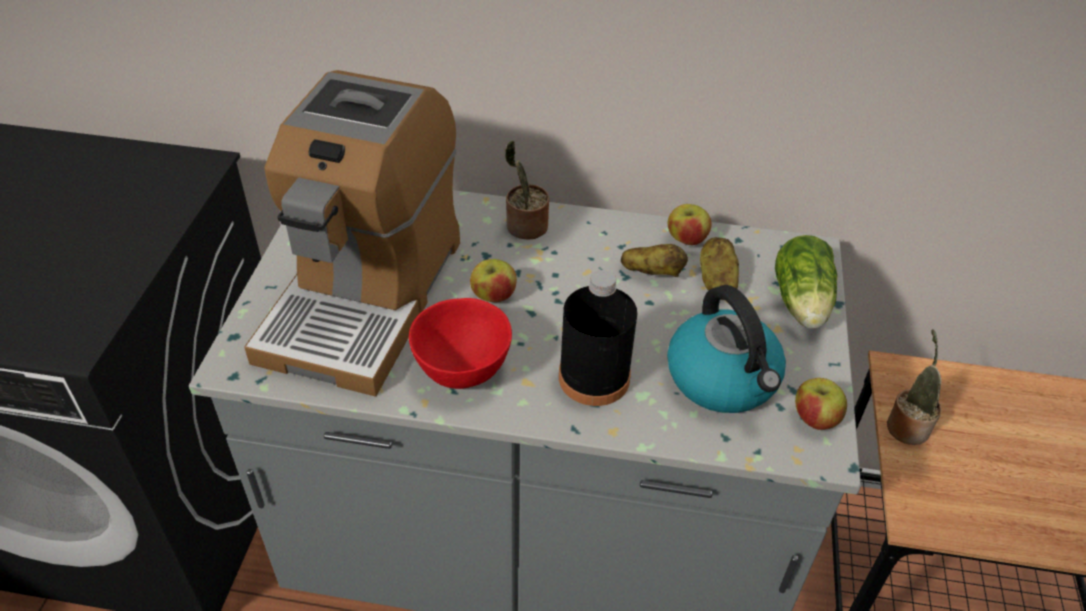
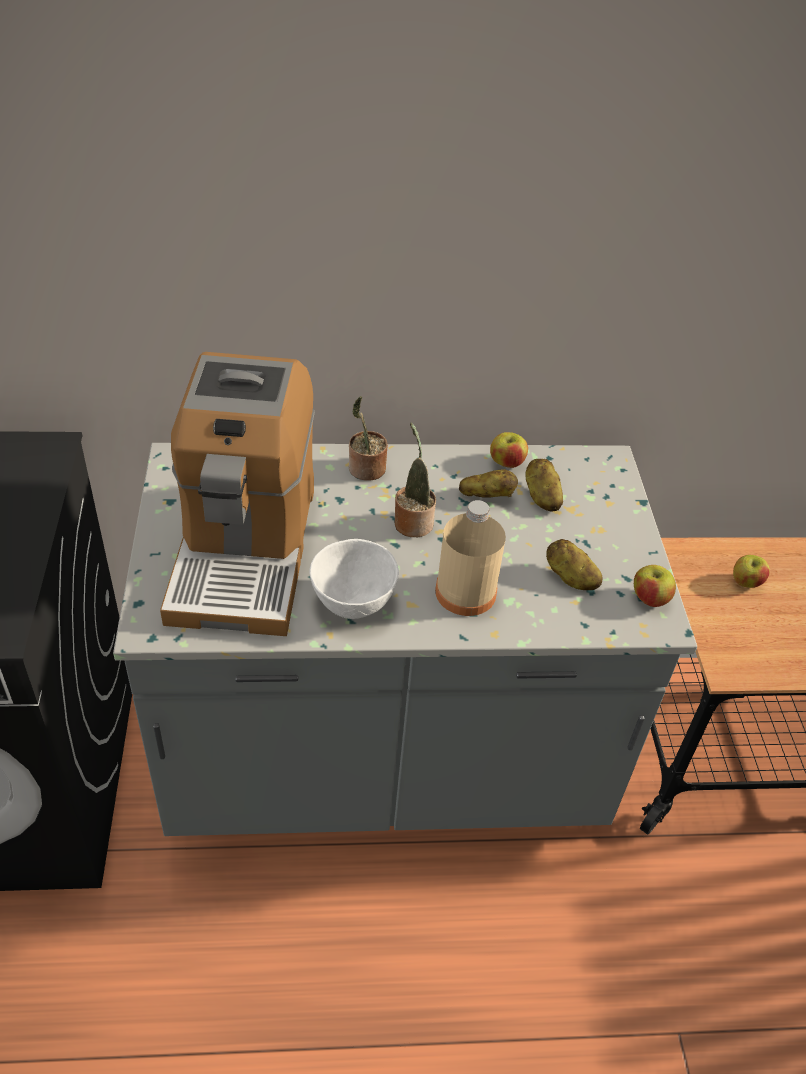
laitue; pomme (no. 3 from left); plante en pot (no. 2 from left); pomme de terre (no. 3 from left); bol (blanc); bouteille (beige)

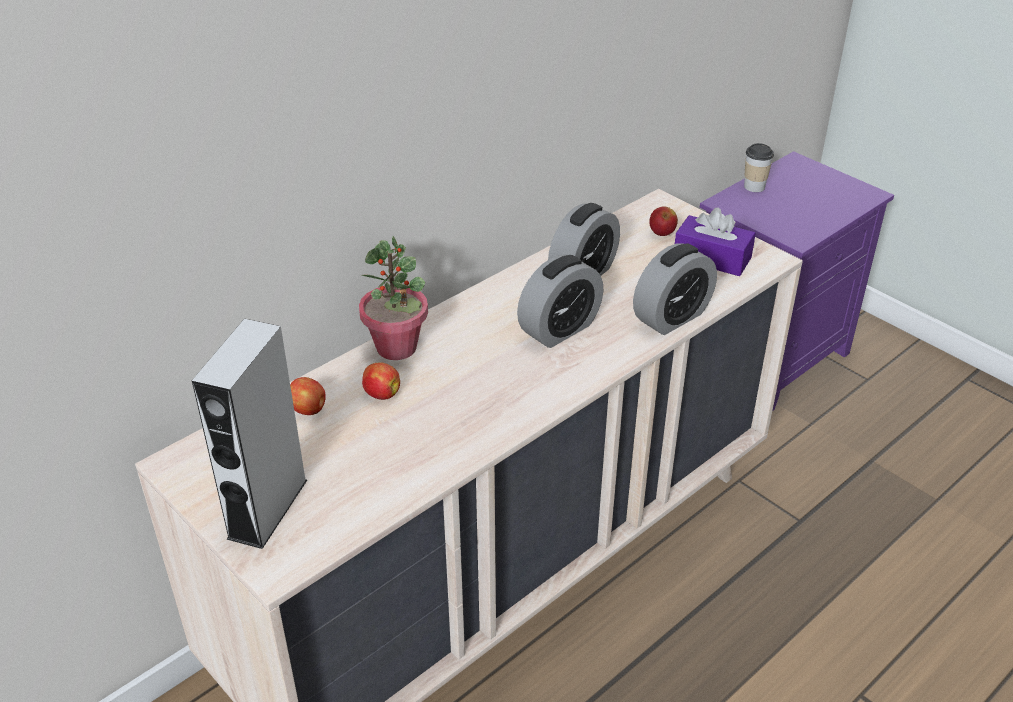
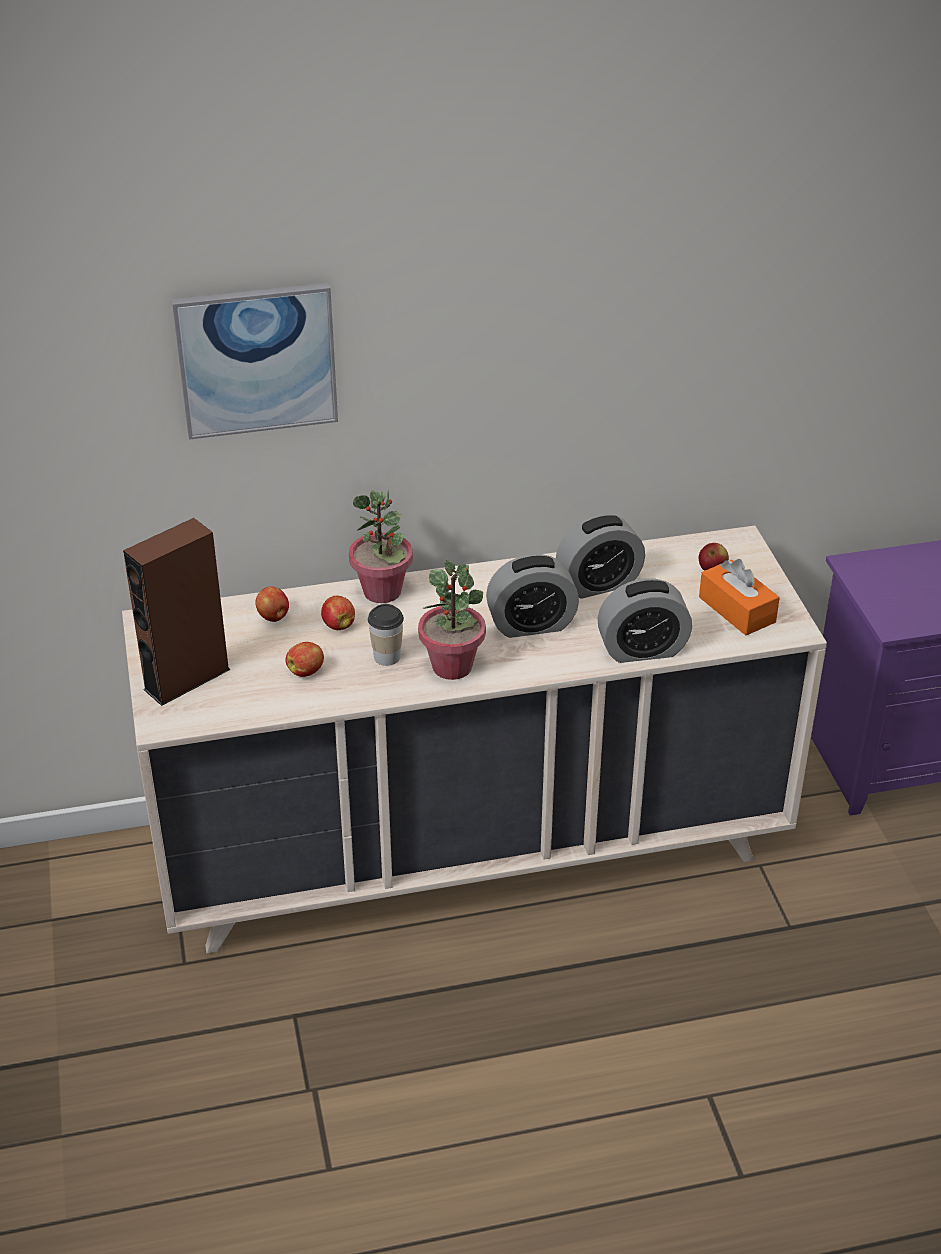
tableau; pomme (no. 2 from left); plante en pot (no. 2 from left); tasse; enceinte (marron); boîte à mouchoirs (orange)

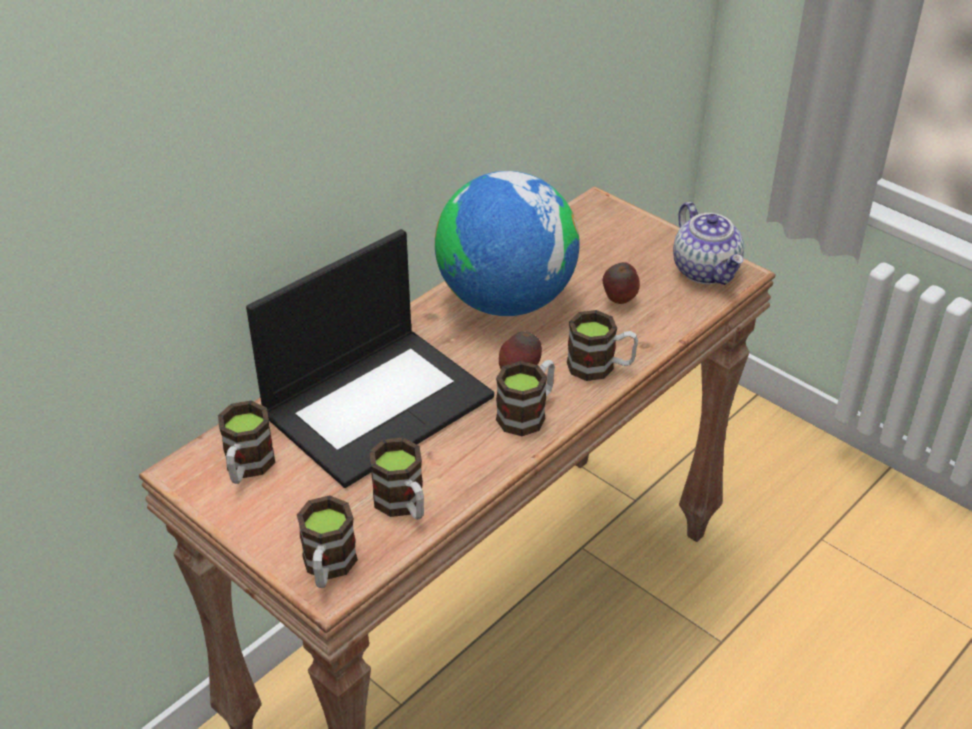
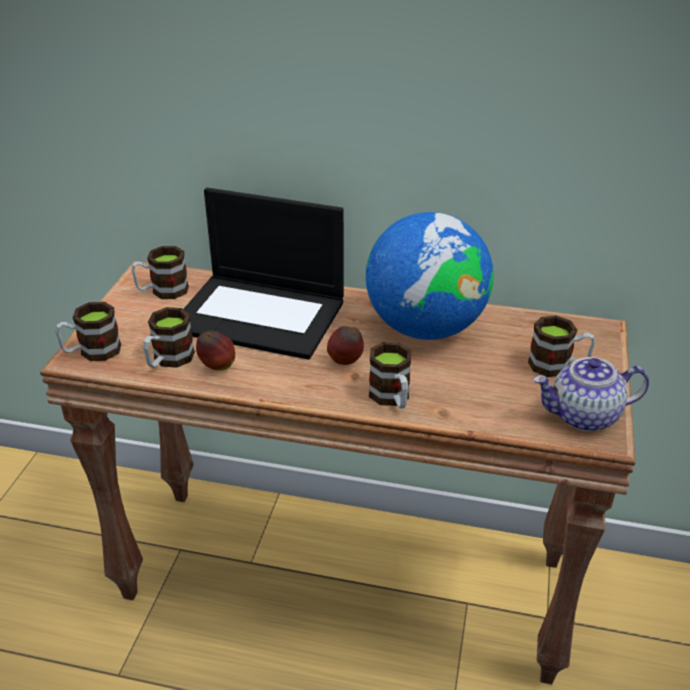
mug (no. 5 from left); pomme (no. 1 from left); théière

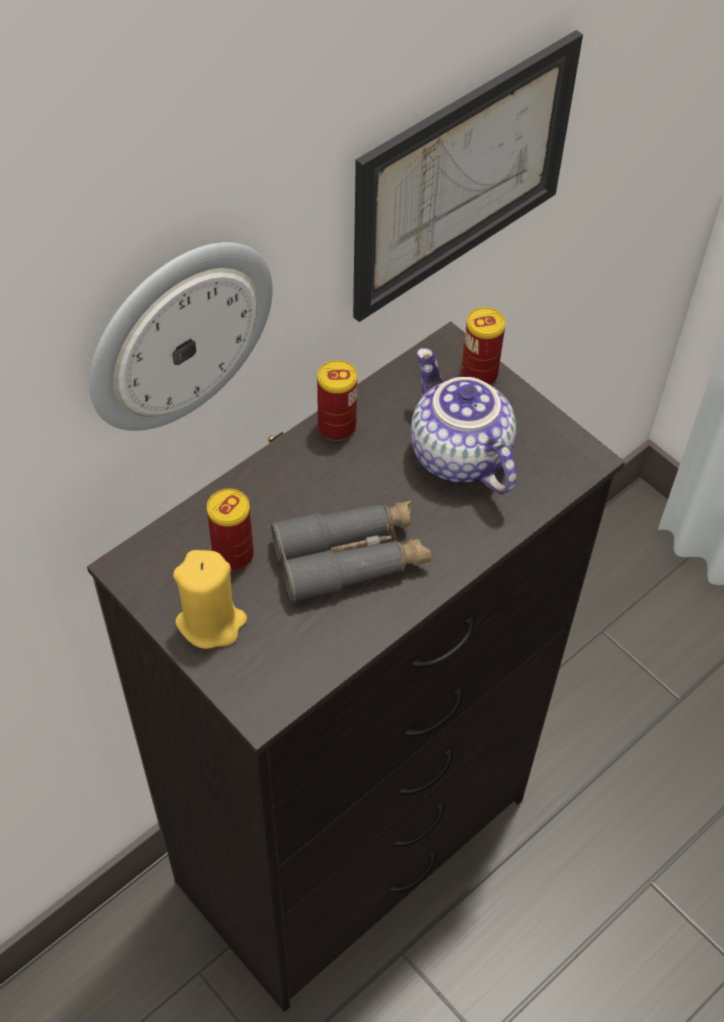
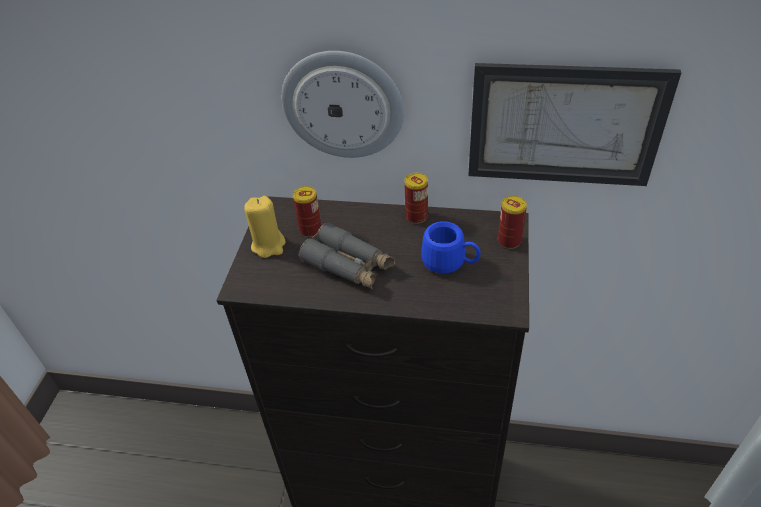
mug (bleu)

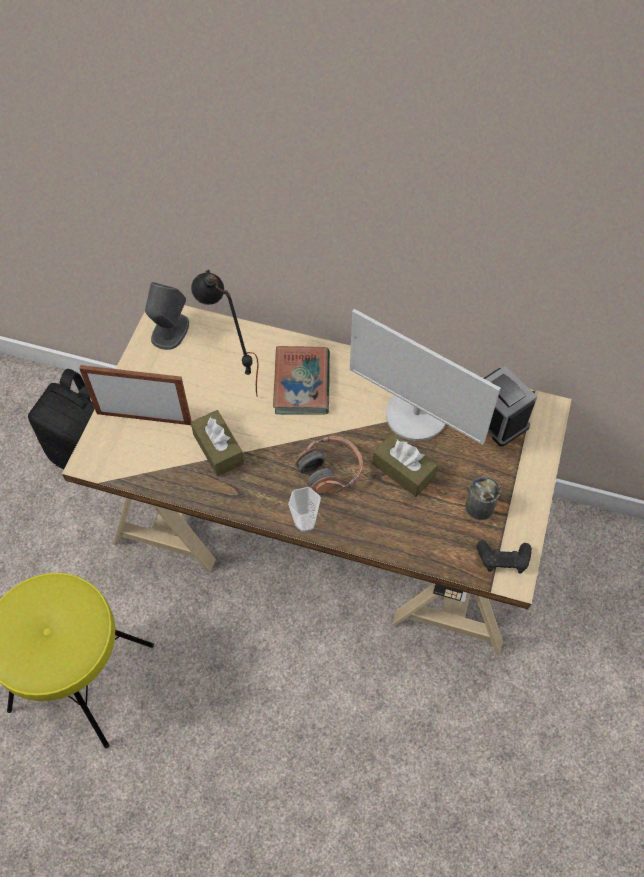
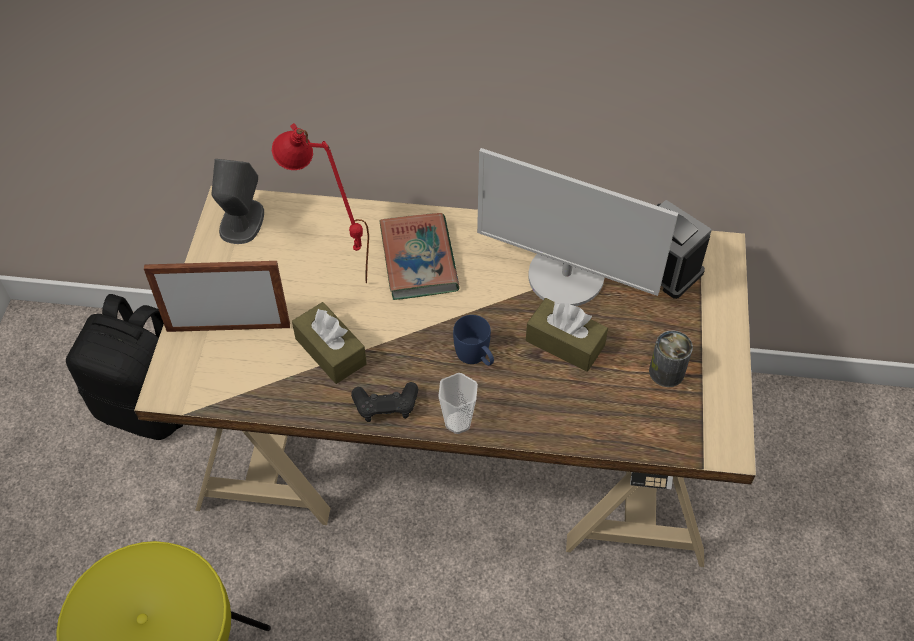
manette (noir); mug (bleu); lampe de table (rouge)

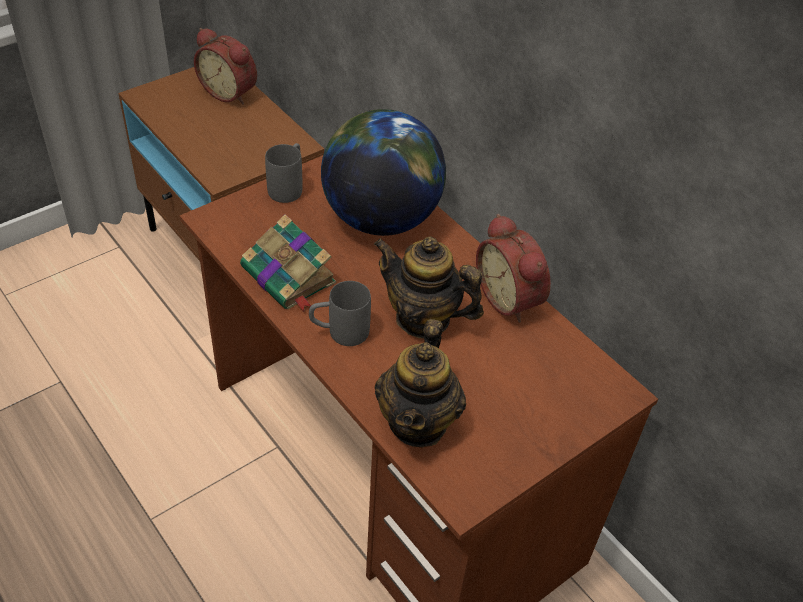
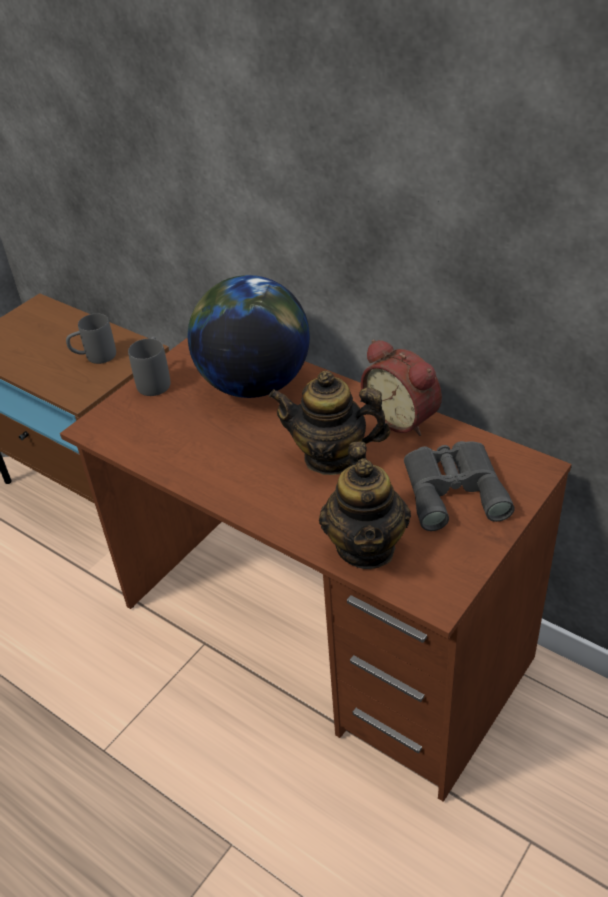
réveil (no. 1 from left in the first image); livre; jumelles (gris); mug (gris) (no. 1 from left)

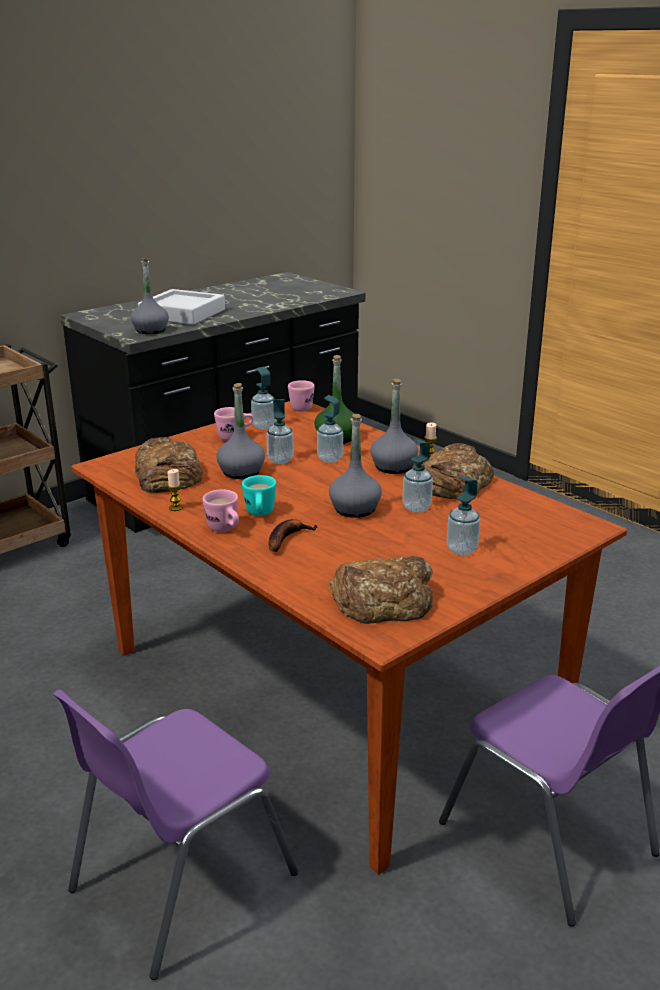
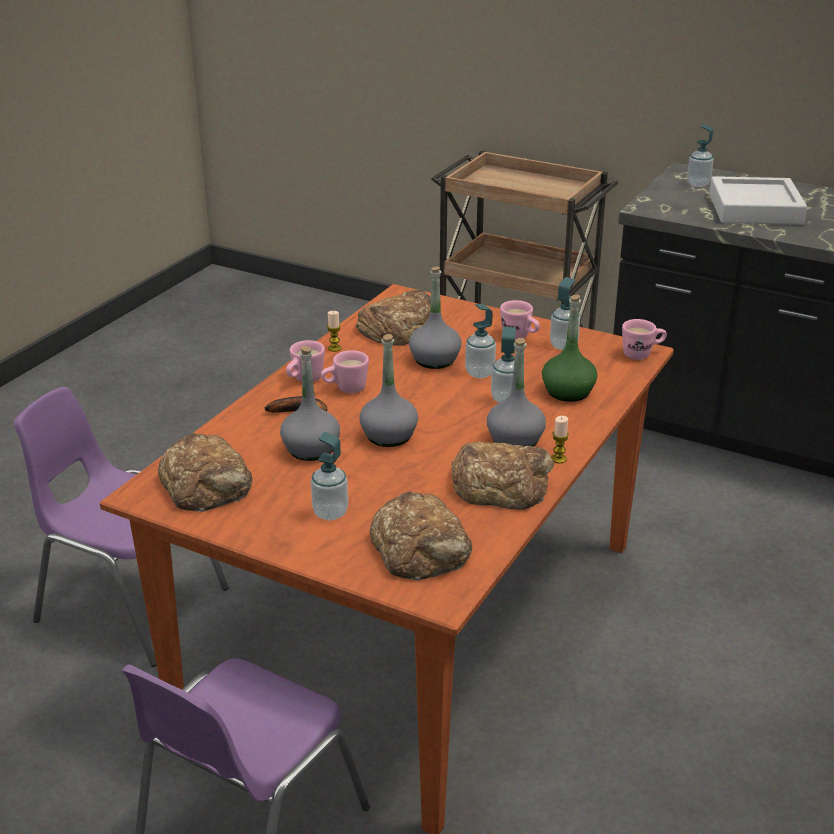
pain (no. 3 from left); bouteille (gris) (no. 1 from left); distributeur de savon (no. 5 from left); mug (rose) (no. 2 from left)

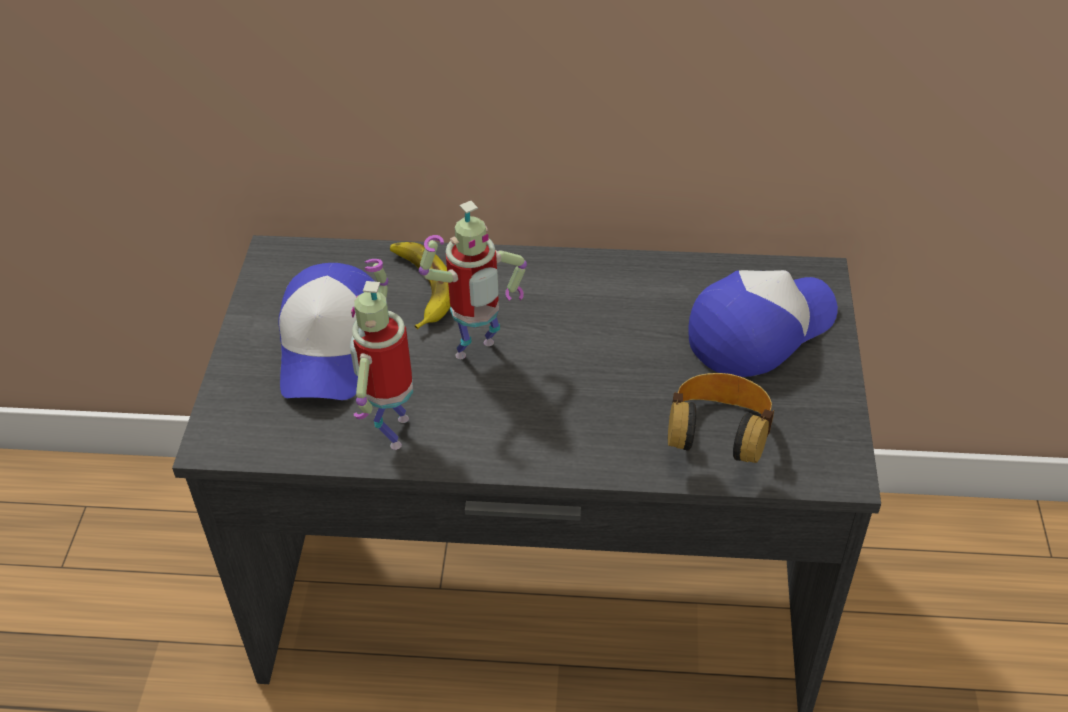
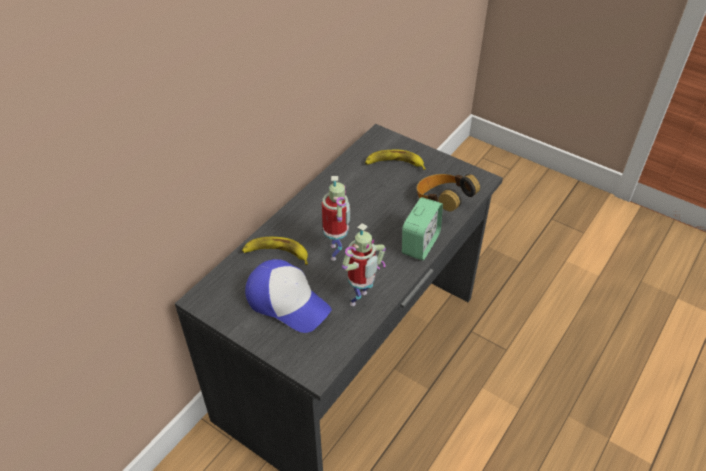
réveil; banane (no. 2 from left); robot jouet (no. 2 from left)

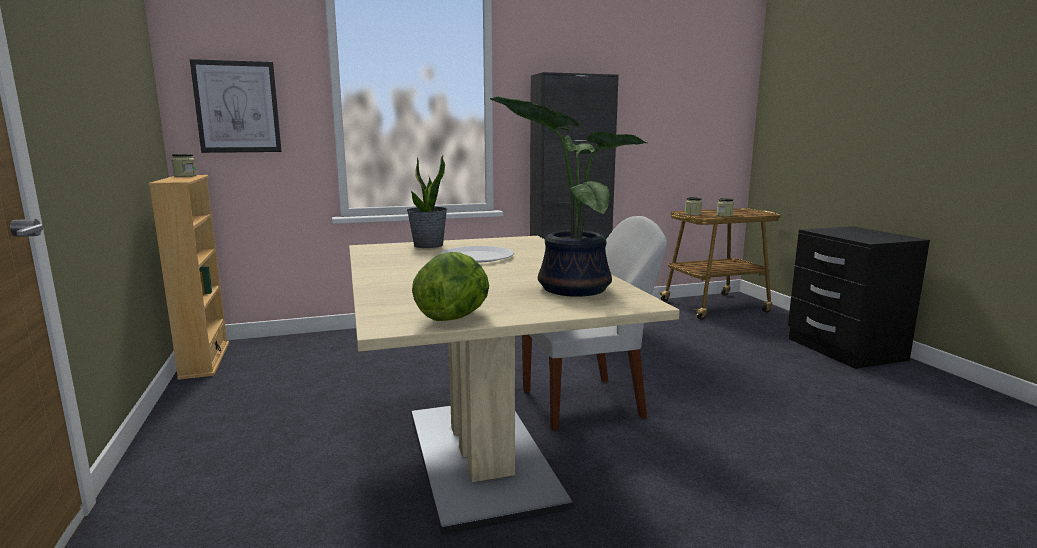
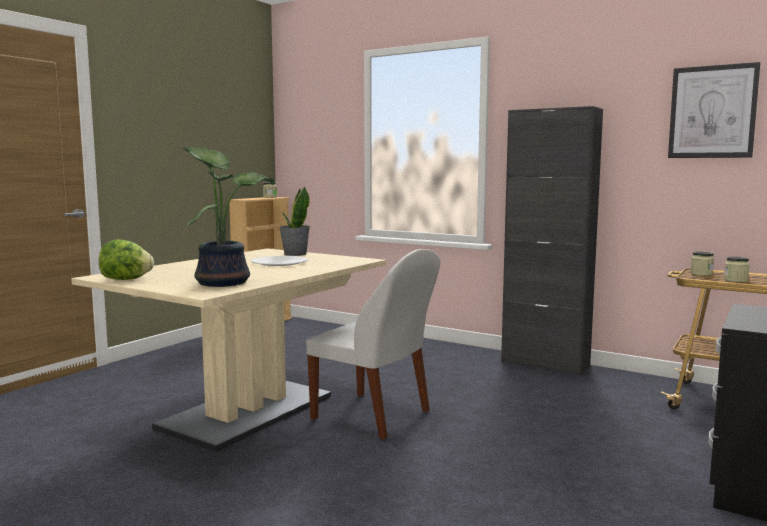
tableau

